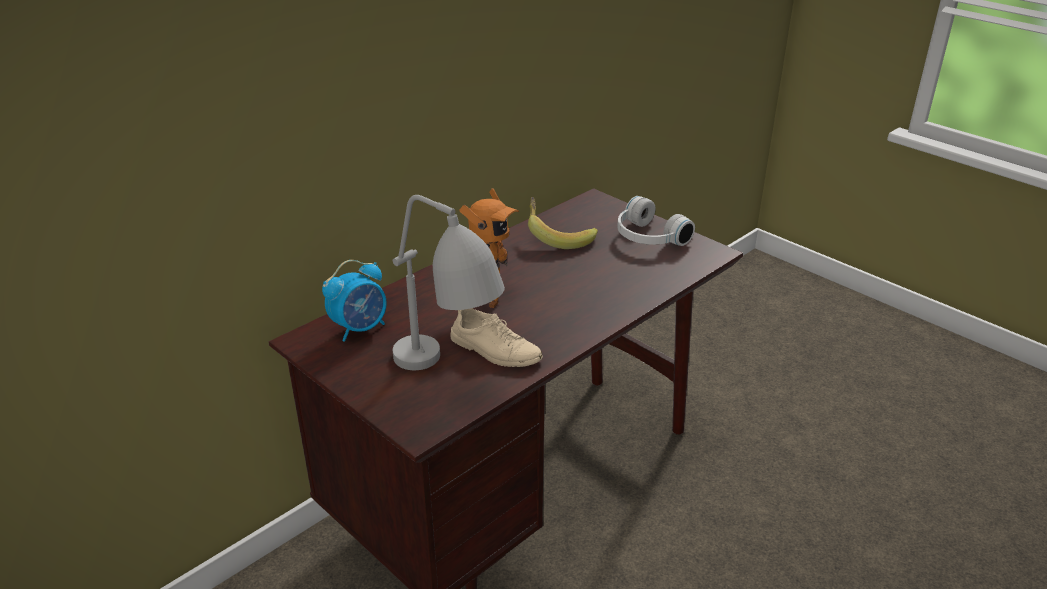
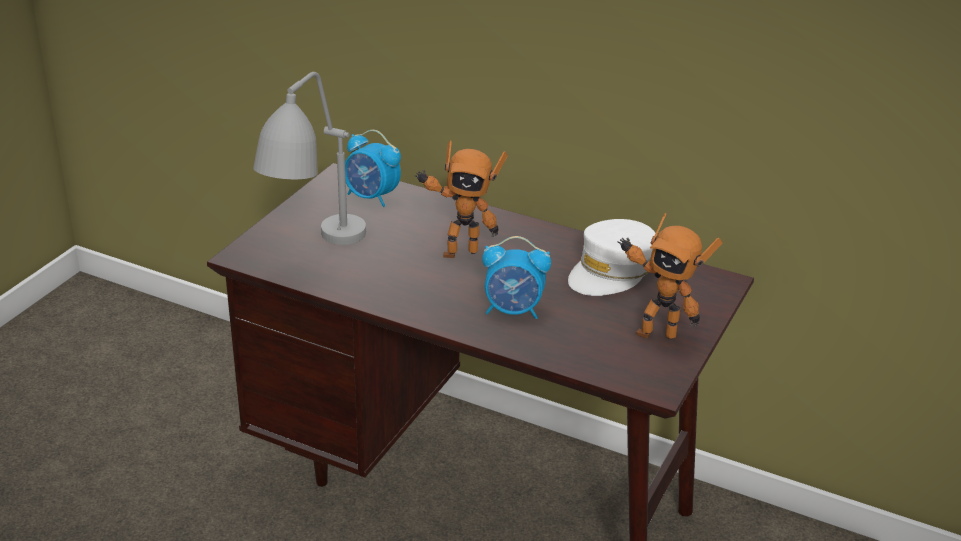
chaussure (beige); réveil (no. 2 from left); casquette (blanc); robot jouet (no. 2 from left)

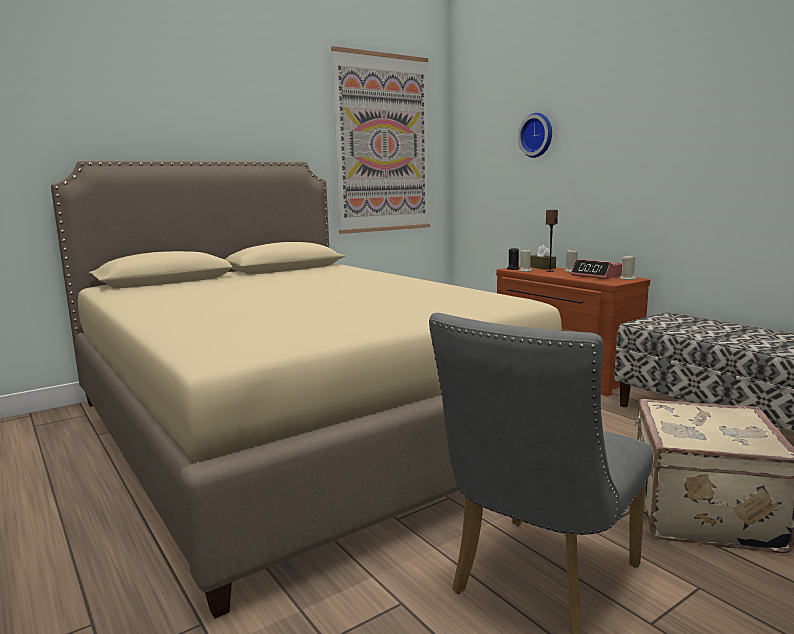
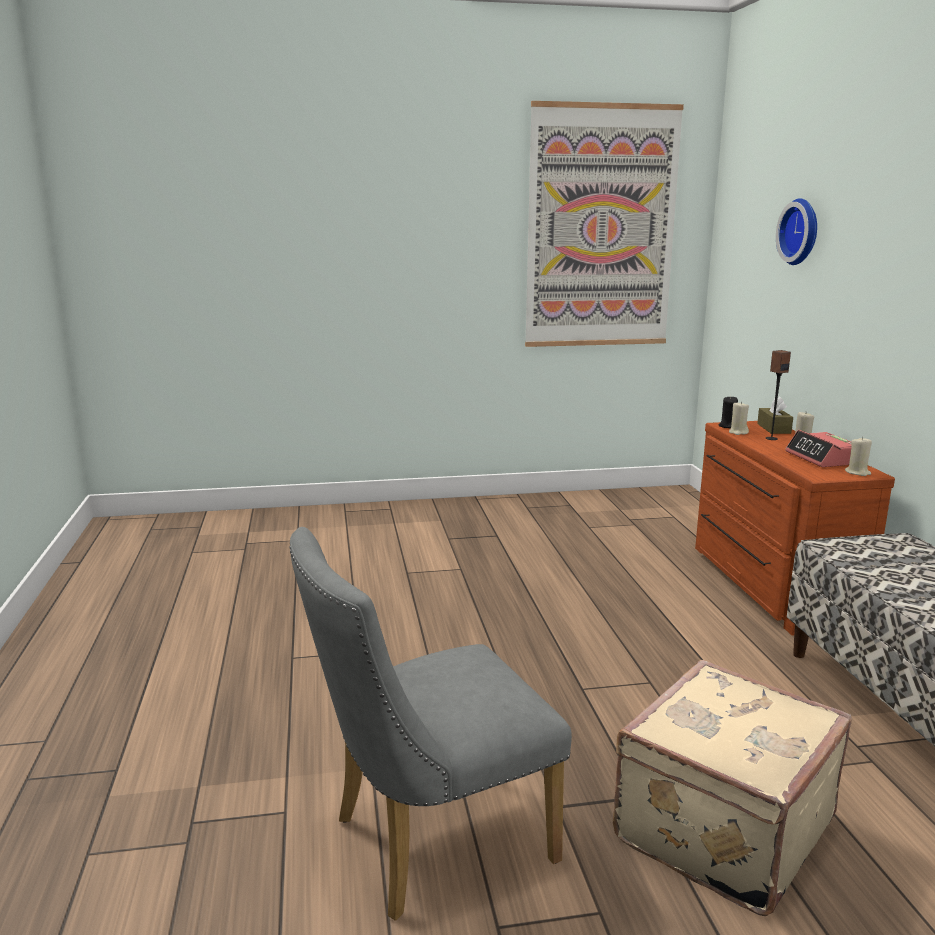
lit (beige)

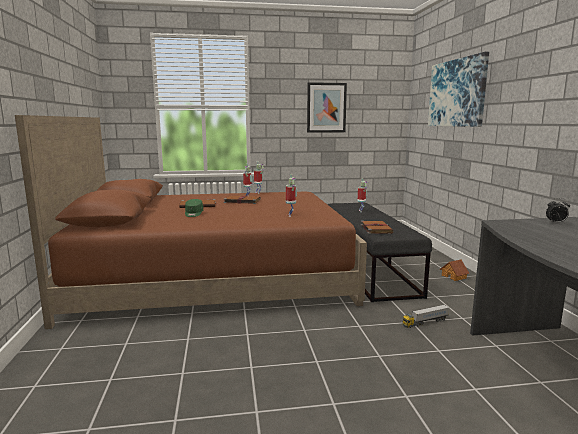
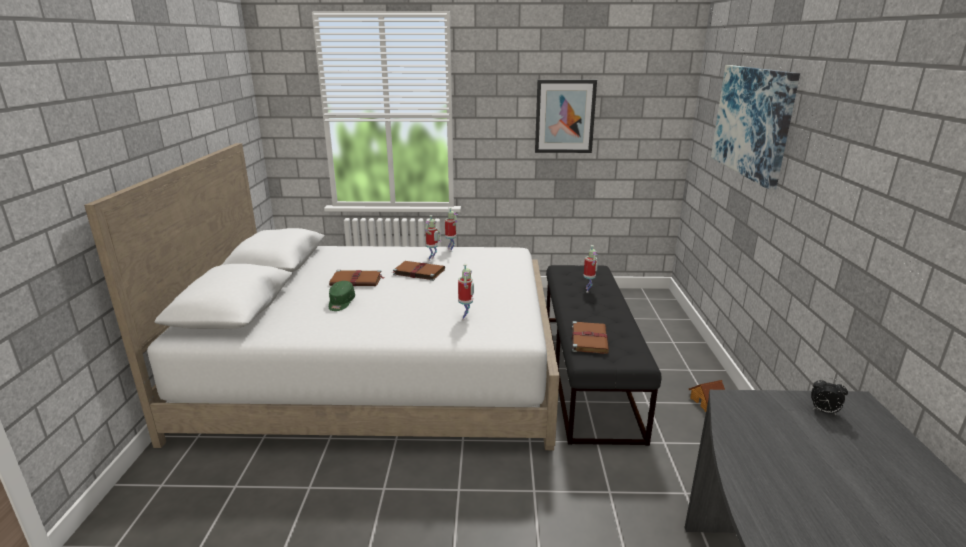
camion jouet; lit (blanc)

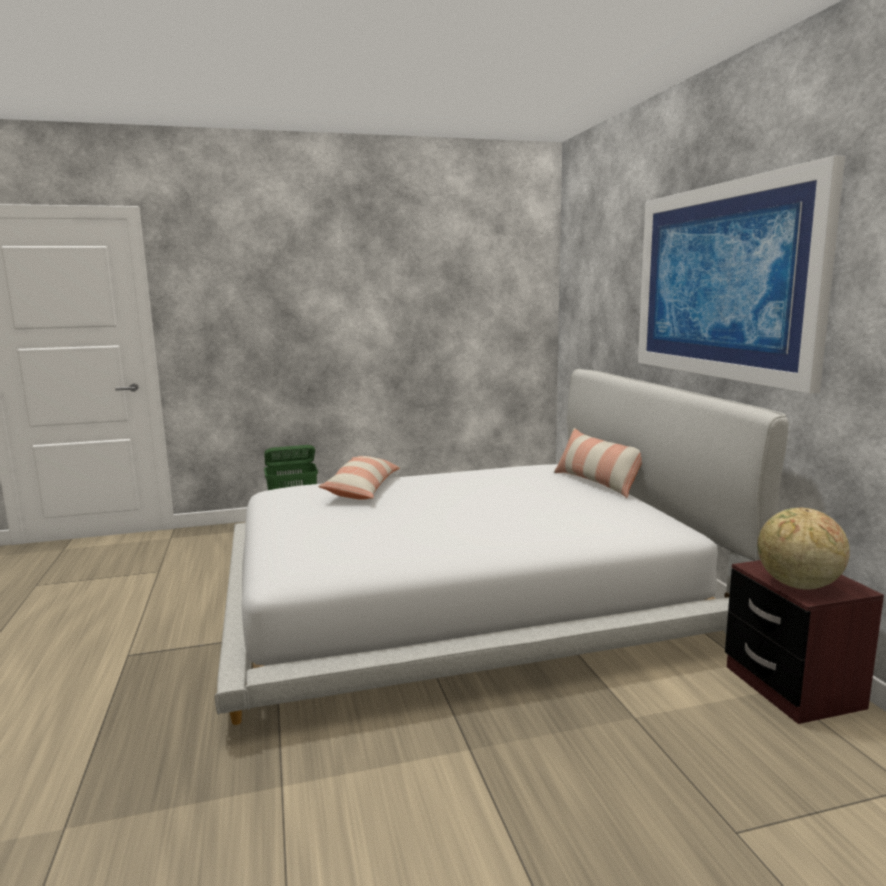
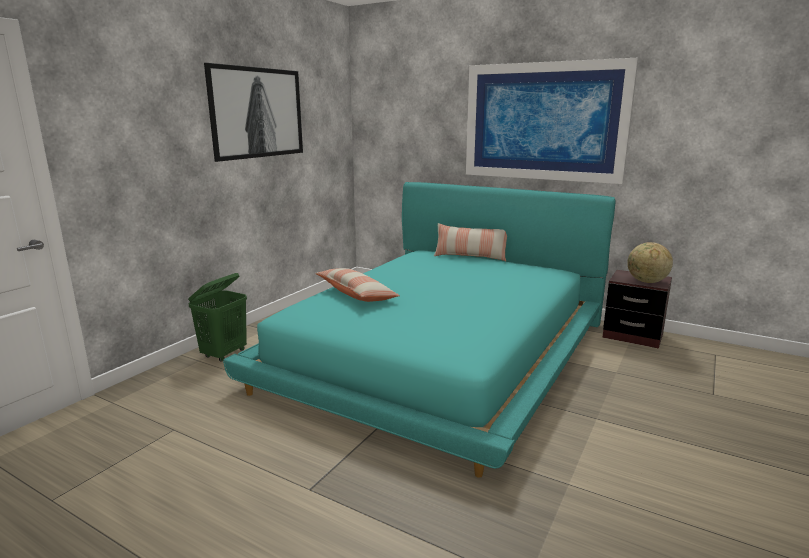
tableau (no. 1 from left); lit (turquoise)

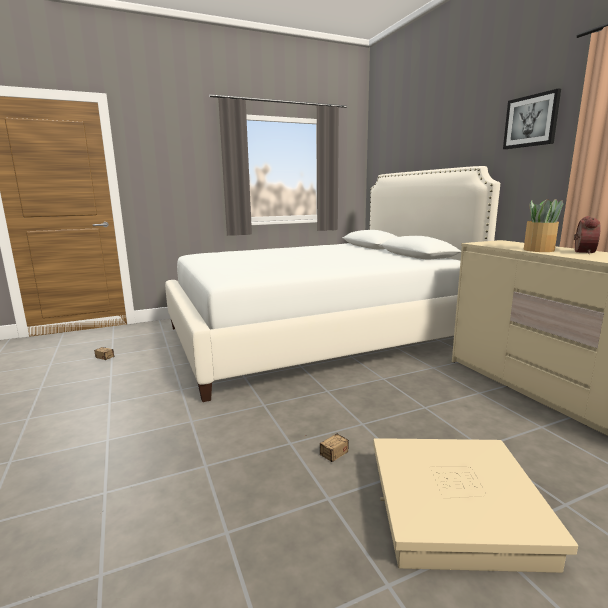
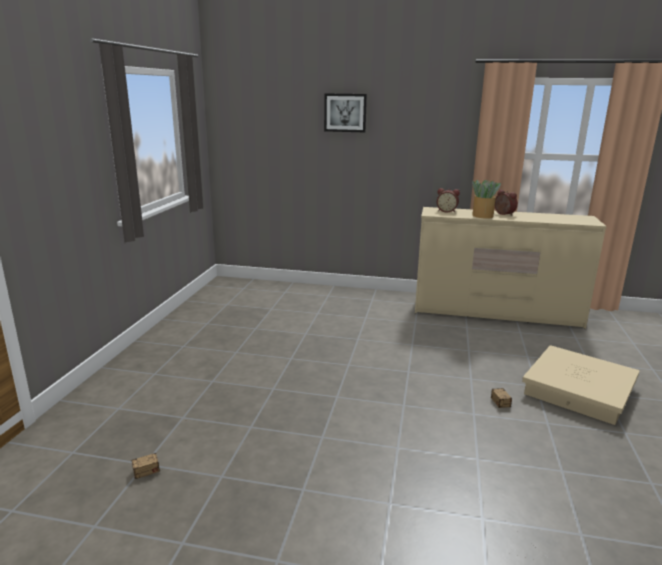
lit (blanc); réveil (no. 1 from left); tableau

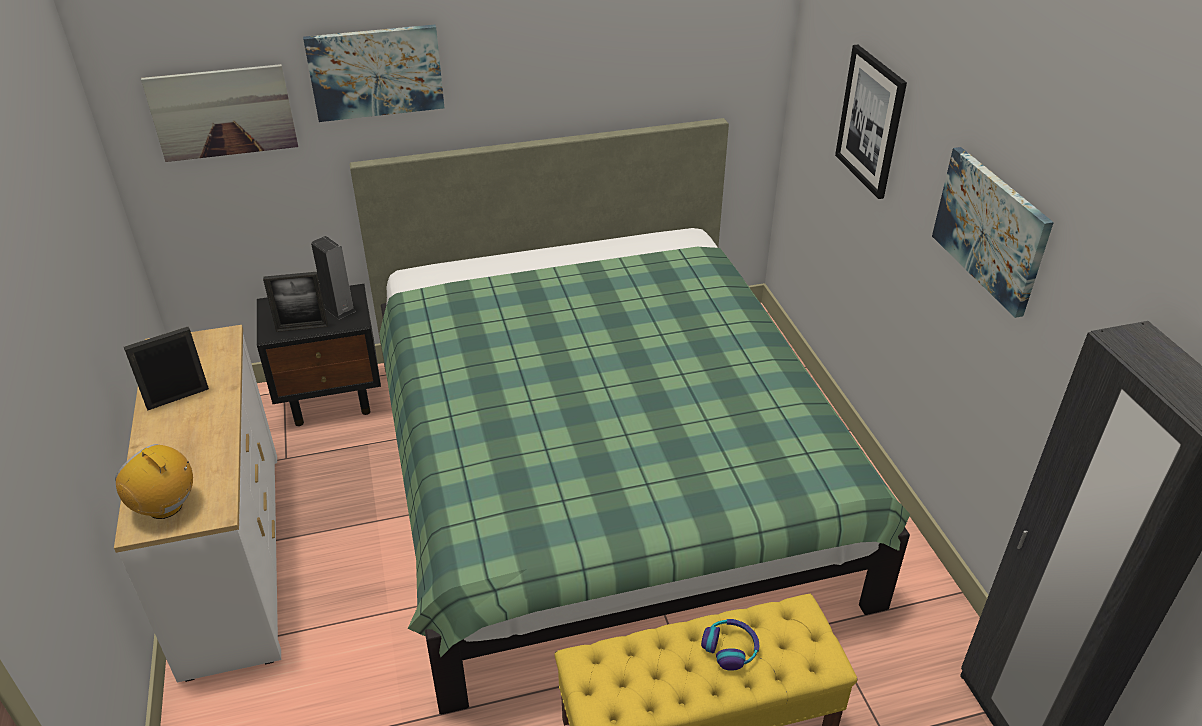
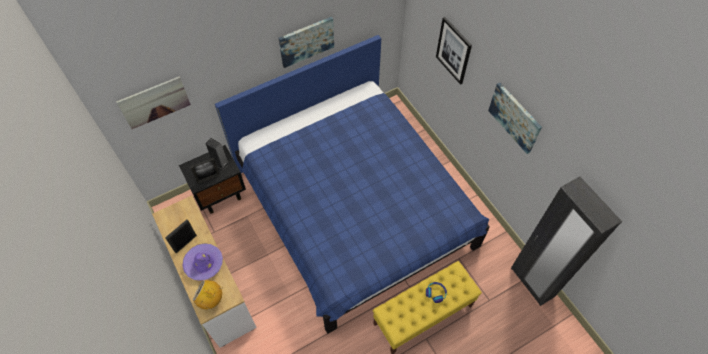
chapeau (violet); tableau (no. 2 from left); lit (bleu)

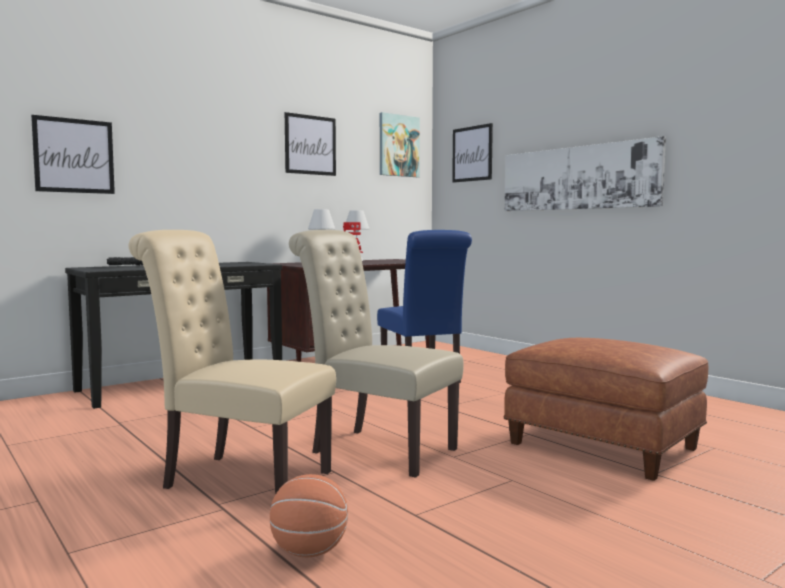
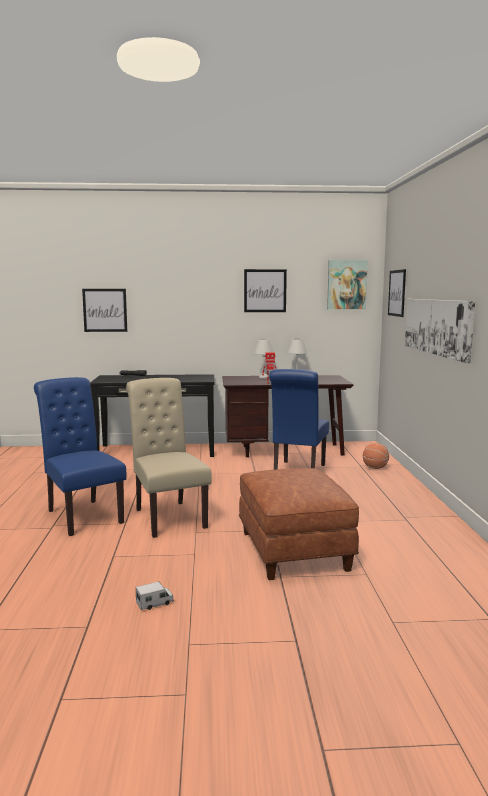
camion jouet; ballon de basket; chaise (bleu) (no. 1 from left)

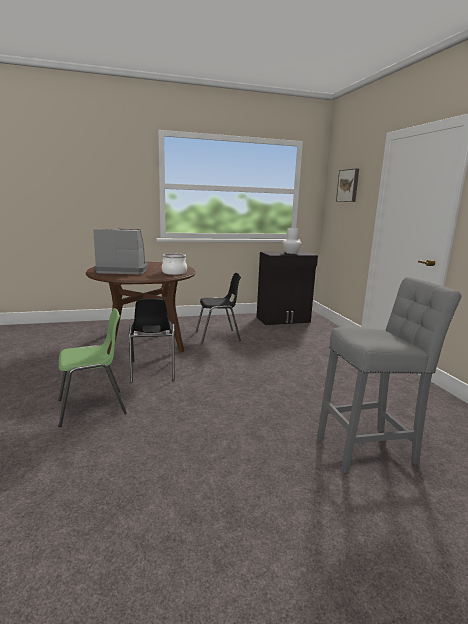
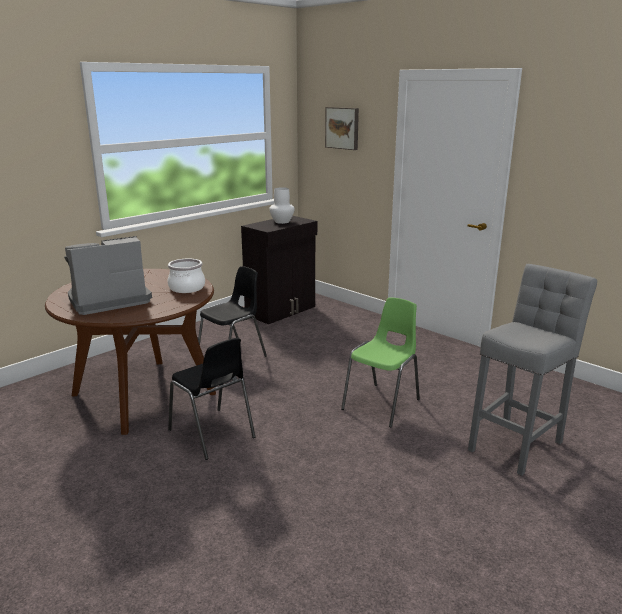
chaise (vert)

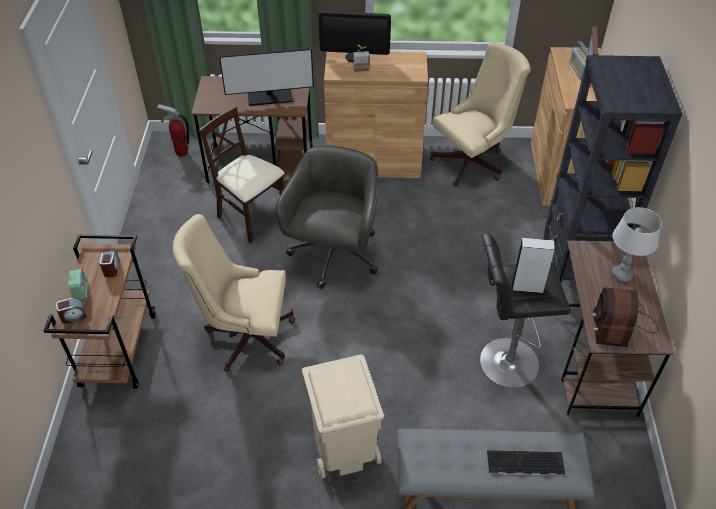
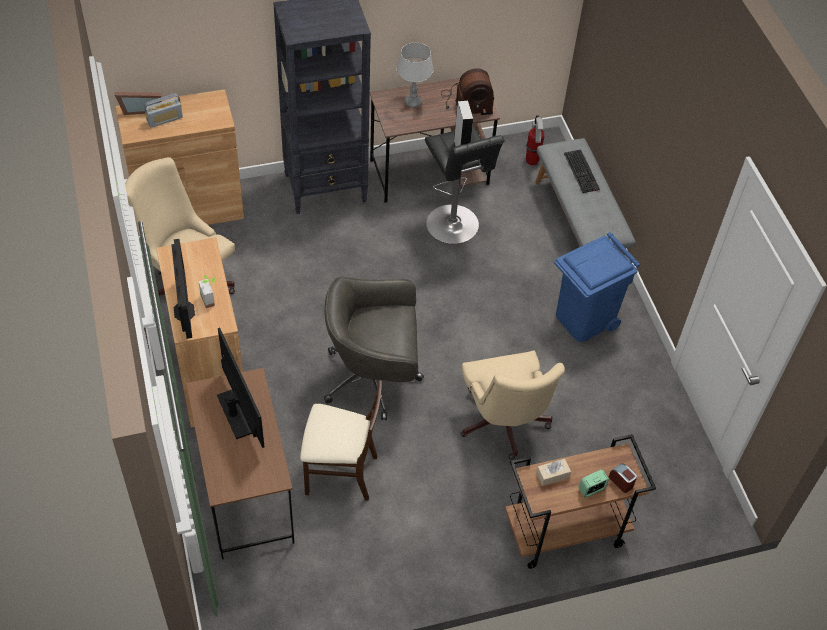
extincteur; boîte à mouchoirs (beige); poubelle (bleu); chaise (beige)

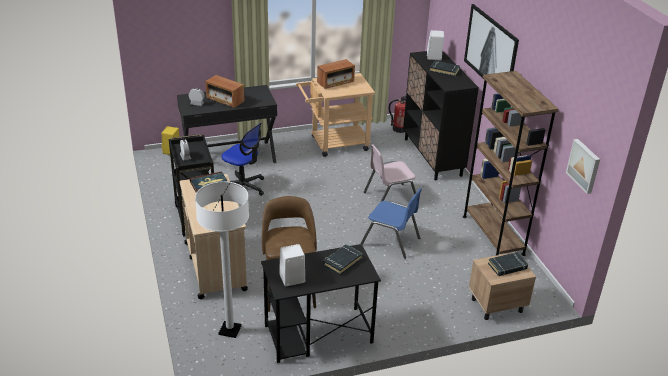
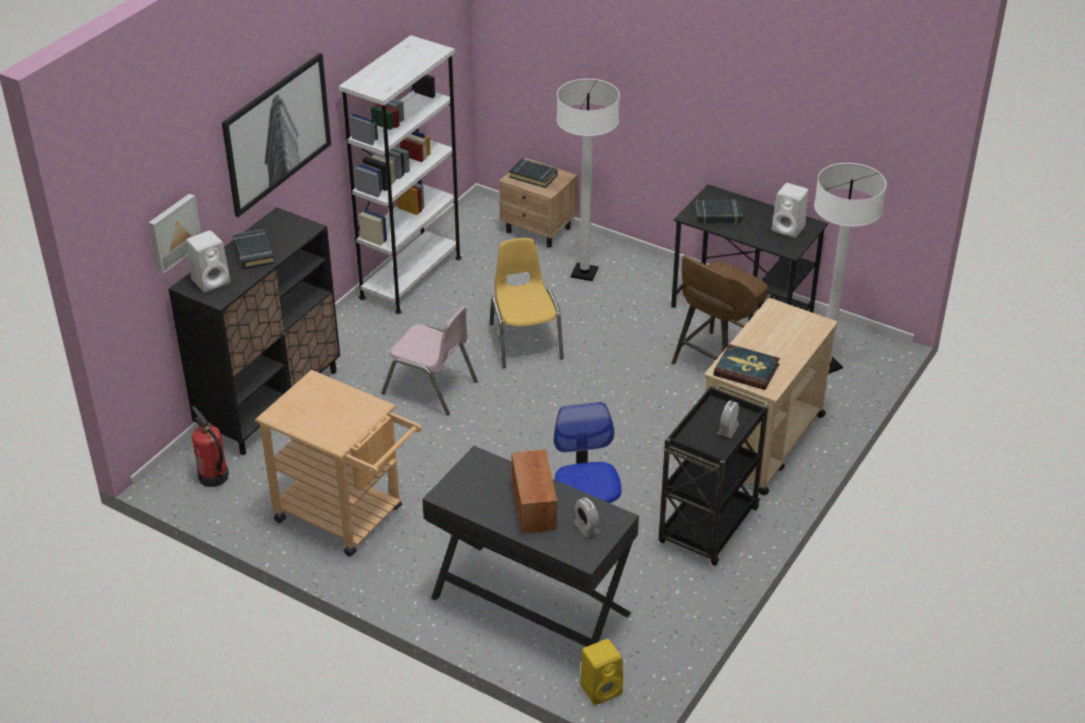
radio (no. 2 from left in the first image); lampadaire (blanc) (no. 1 from left); tableau (no. 1 from left); chaise (jaune); bibliothèque (blanc)

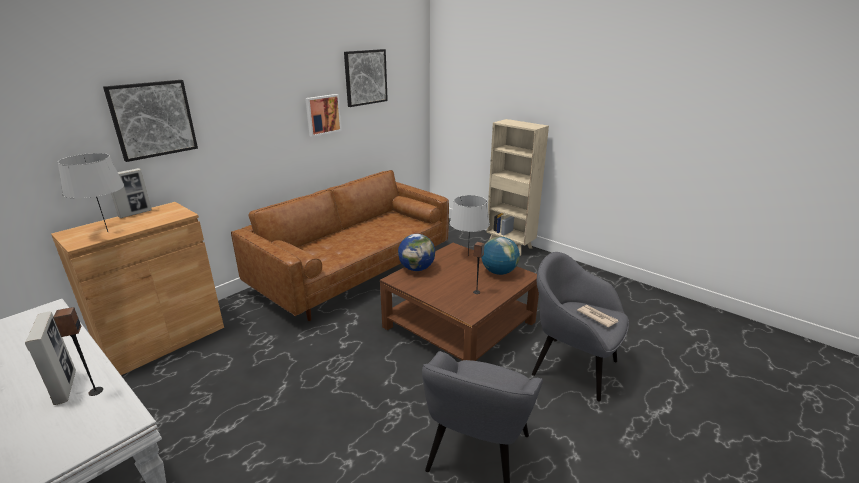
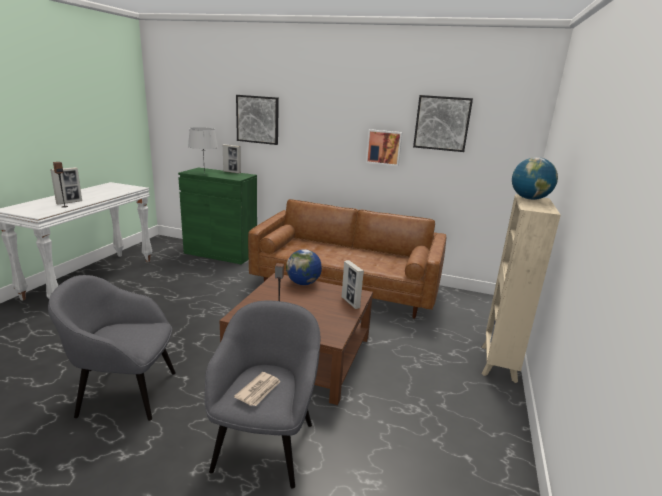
globe (no. 2 from left); cadre photo (no. 3 from left); meuble de rangement (vert)

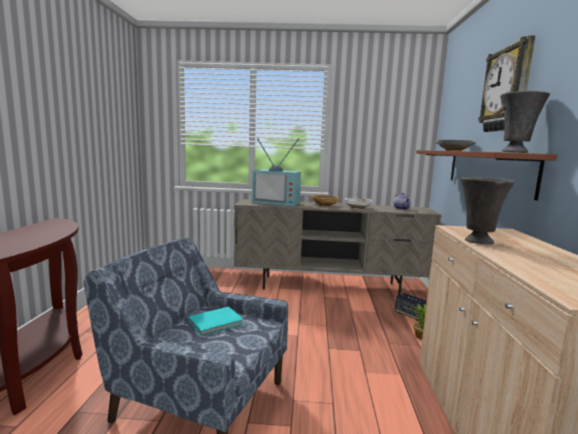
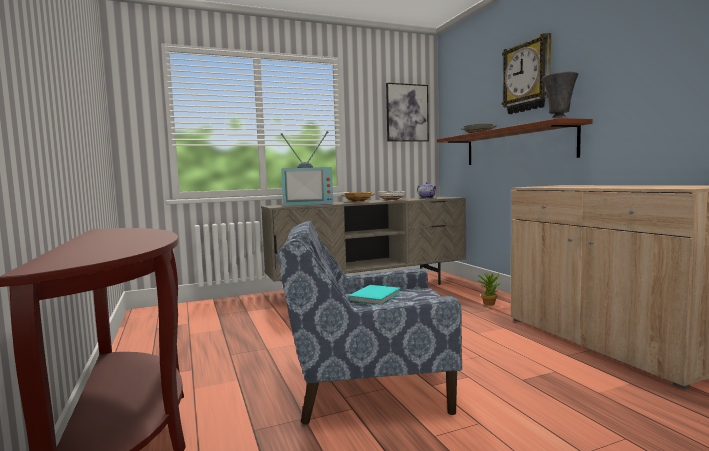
enceinte; vase (gris) (no. 1 from left in the first image); tableau

